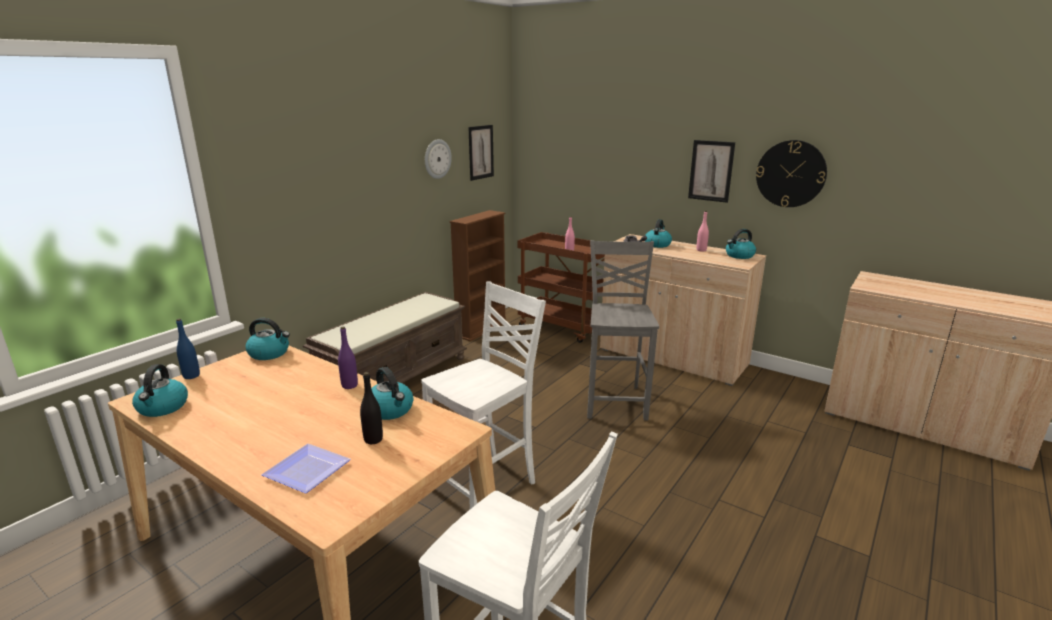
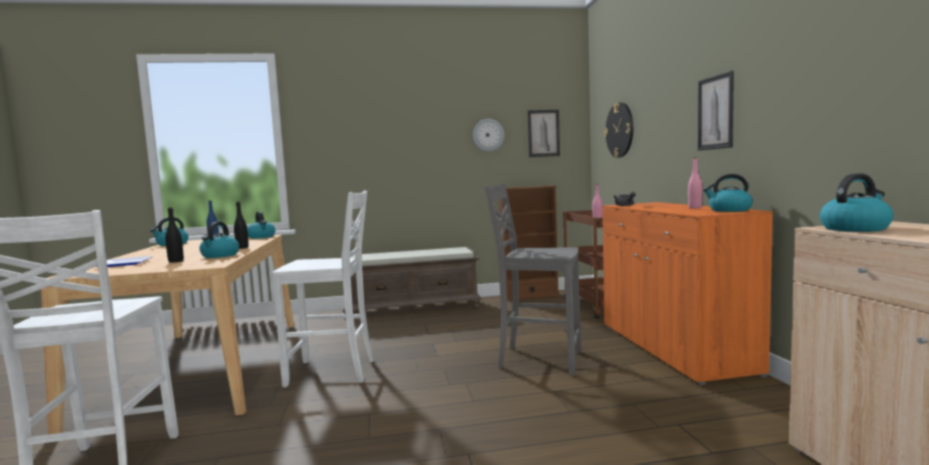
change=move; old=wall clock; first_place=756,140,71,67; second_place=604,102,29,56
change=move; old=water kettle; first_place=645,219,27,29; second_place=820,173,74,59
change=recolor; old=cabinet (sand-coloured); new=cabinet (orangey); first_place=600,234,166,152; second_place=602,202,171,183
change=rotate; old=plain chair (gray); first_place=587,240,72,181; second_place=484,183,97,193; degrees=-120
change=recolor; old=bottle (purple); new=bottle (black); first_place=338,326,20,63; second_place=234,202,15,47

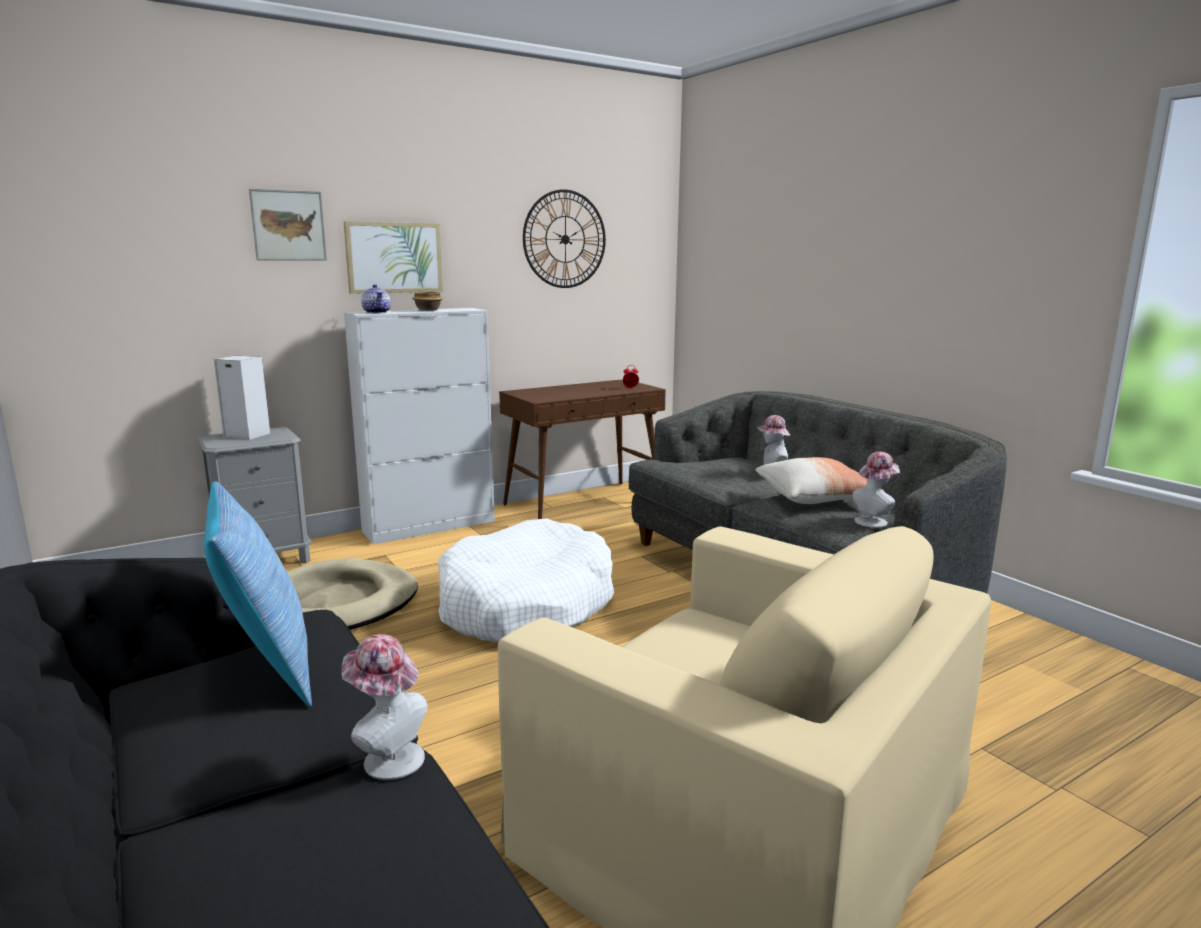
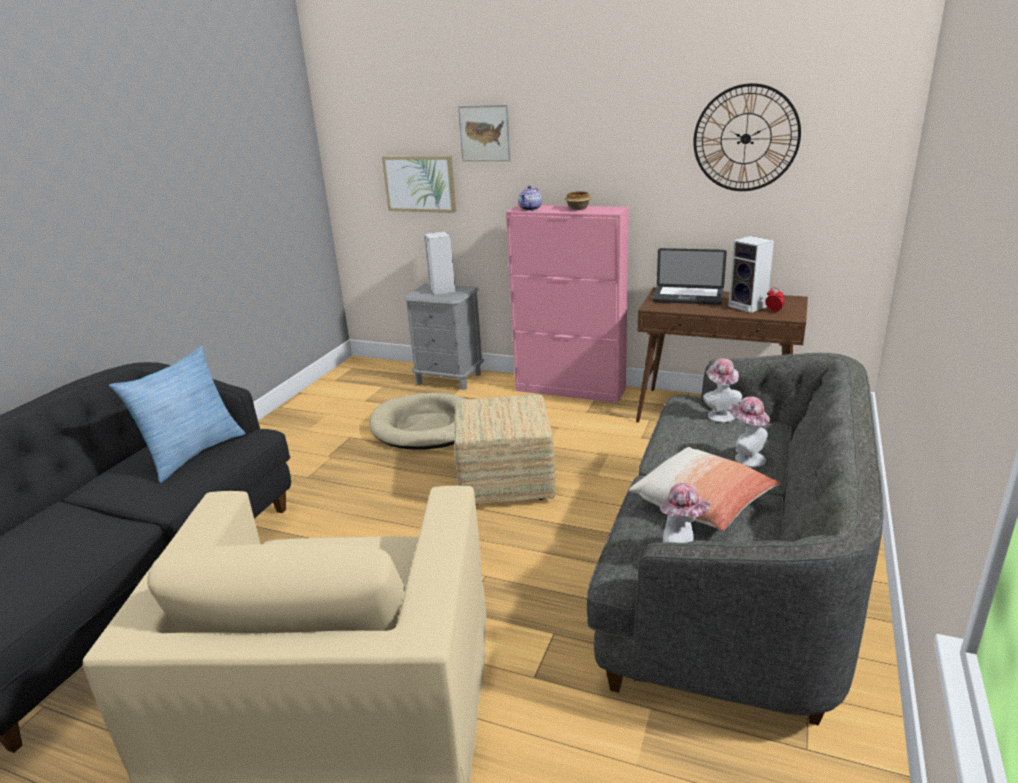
change=move; old=wall picture; first_place=344,221,99,73; second_place=382,156,74,57
change=recolor; old=cabinet (white-coloured); new=cabinet (pink); first_place=344,308,151,237; second_place=506,205,123,198
change=replace; old=dog cushion (white-coloured); new=footrest; first_place=438,518,176,124; second_place=454,394,101,111
change=move; old=wearable hat; first_place=341,634,86,146; second_place=703,358,39,64
change=insert; new=audio speaker; second_place=728,236,46,77
change=insert; new=laptop; second_place=652,248,75,57

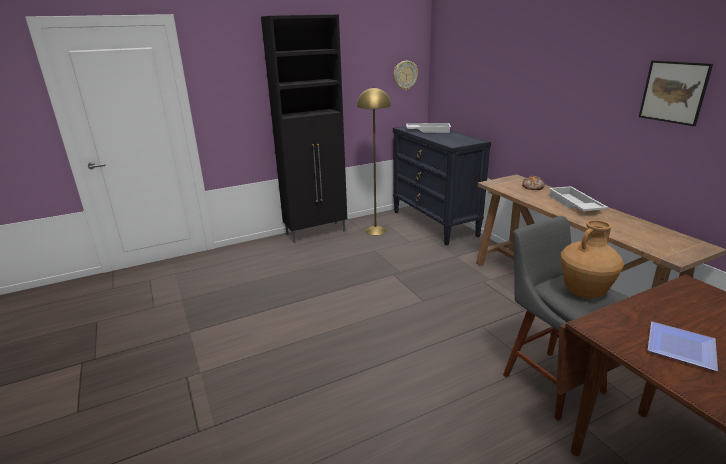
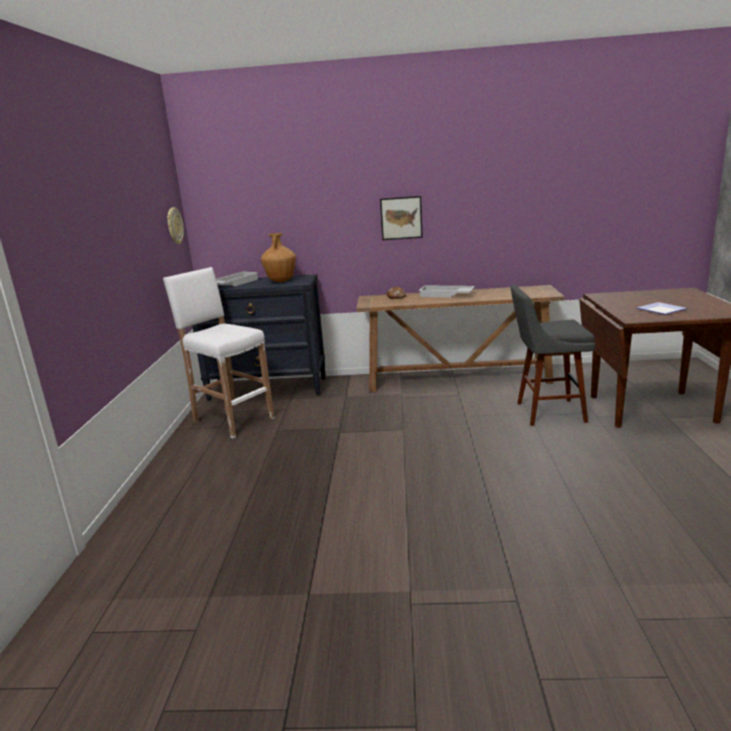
change=delete; old=cabinet (black); first_place=261,15,86,228
change=move; old=wall picture; first_place=639,60,74,66; second_place=380,196,43,44
change=replace; old=floor lamp (yellow); new=sitting stool (white-coloured); first_place=357,87,34,148; second_place=163,267,112,171
change=move; old=decorative vase (brown); first_place=560,220,64,79; second_place=261,233,35,49

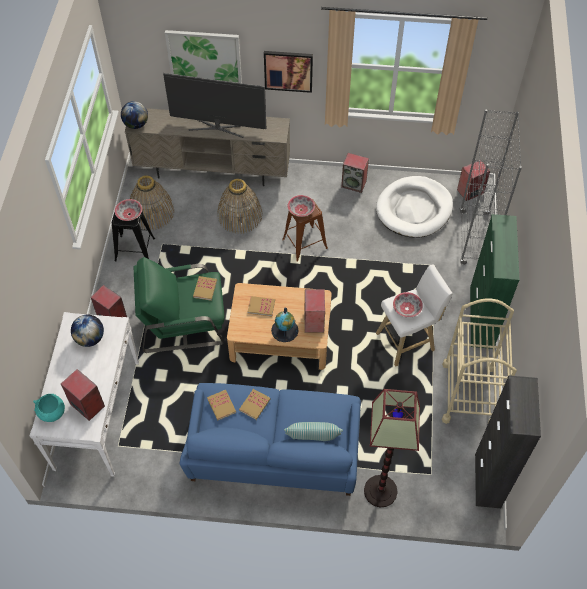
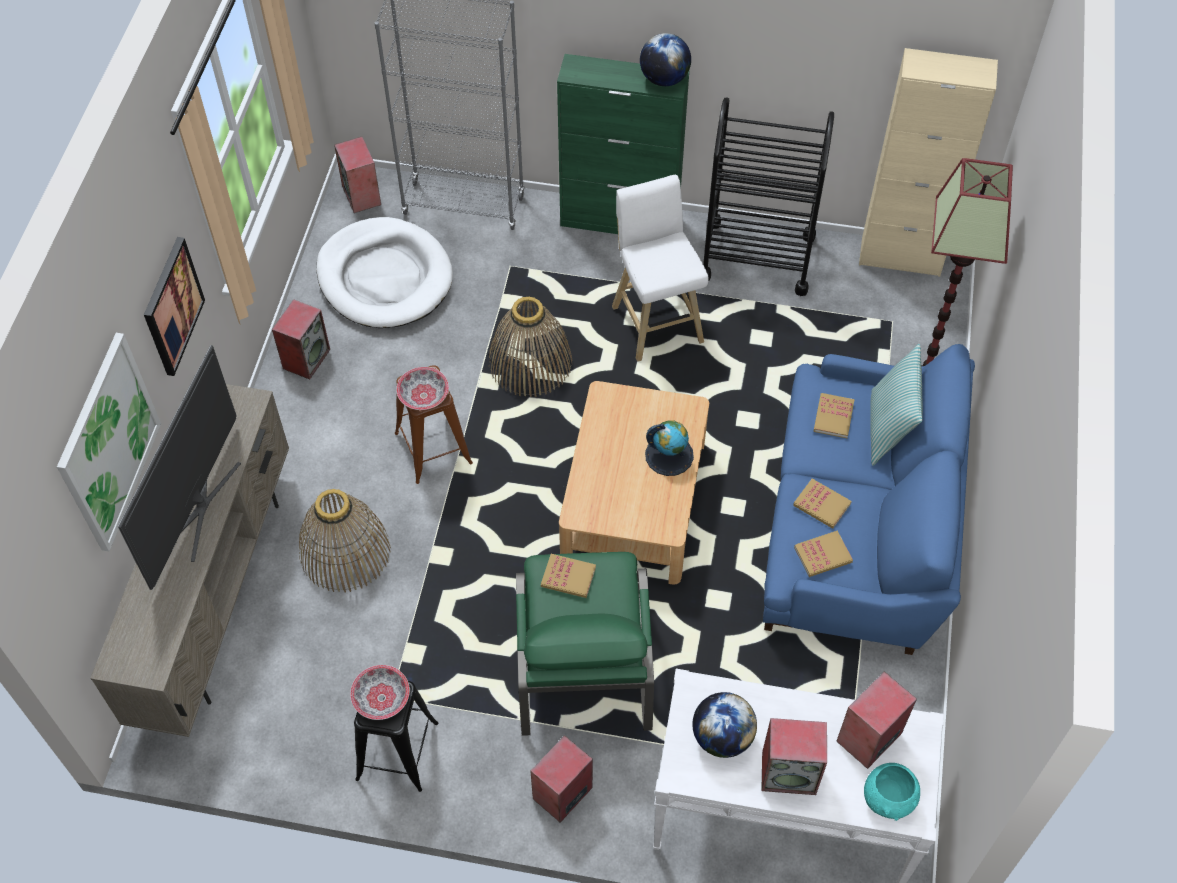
change=move; old=world globe; first_place=121,101,27,28; second_place=640,33,51,53
change=move; old=basket; first_place=130,175,45,55; second_place=489,296,83,101
change=move; old=audio speaker; first_place=304,289,21,44; second_place=761,718,66,77
change=delete; old=deep dish; first_place=393,292,30,26
change=move; old=book; first_place=248,296,27,20; second_place=814,393,41,45
change=recolor; old=wheeled cart (sand-coloured); new=wheeled cart (black); first_place=442,299,75,125; second_place=703,97,131,199
change=recolor; old=cabinet (black); new=cabinet (sand-coloured); first_place=475,375,66,133; second_place=859,48,139,229

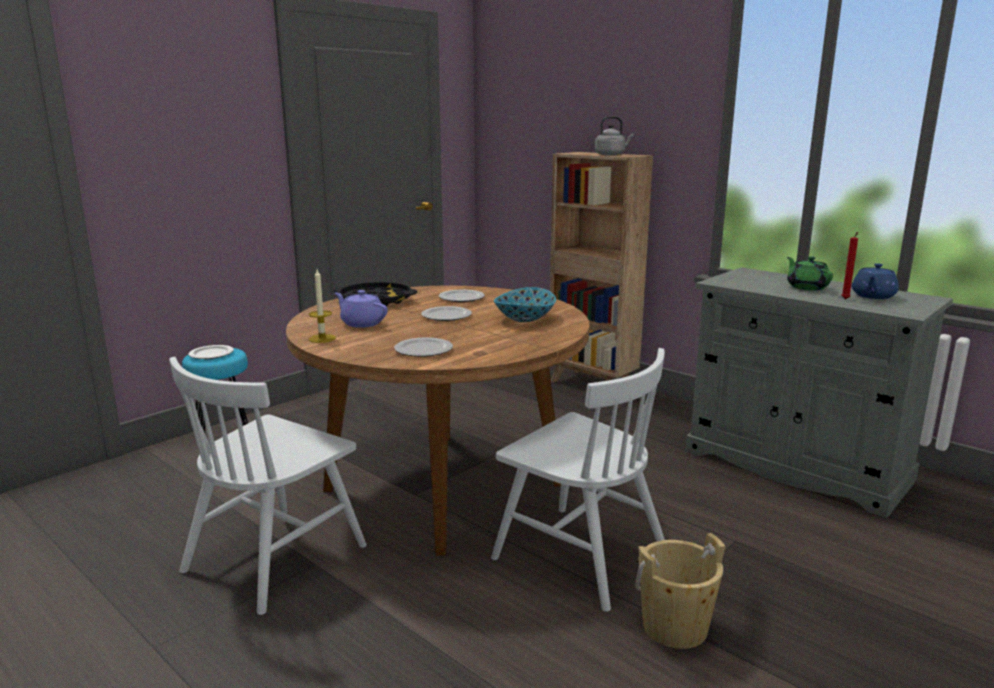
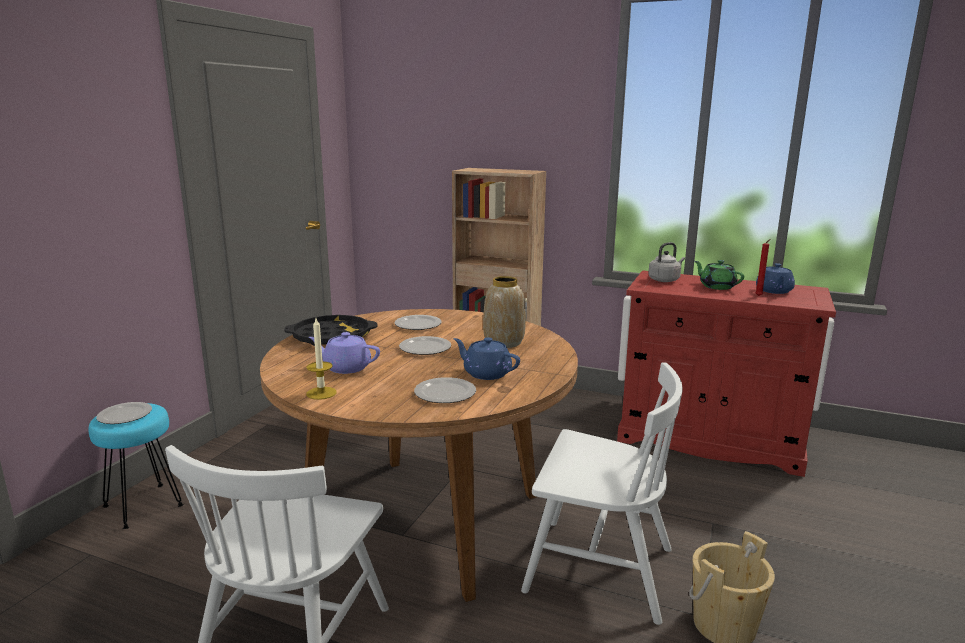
change=move; old=water kettle (gray); first_place=595,116,39,39; second_place=648,242,37,40
change=recolor; old=cabinet (gray); new=cabinet (red-coloured); first_place=685,267,268,251; second_place=617,270,219,207
change=replace; old=deep dish; new=decorative vase; first_place=494,287,62,35; second_place=483,276,43,72
change=insert; new=pot for tea (bluish); second_place=454,337,66,43

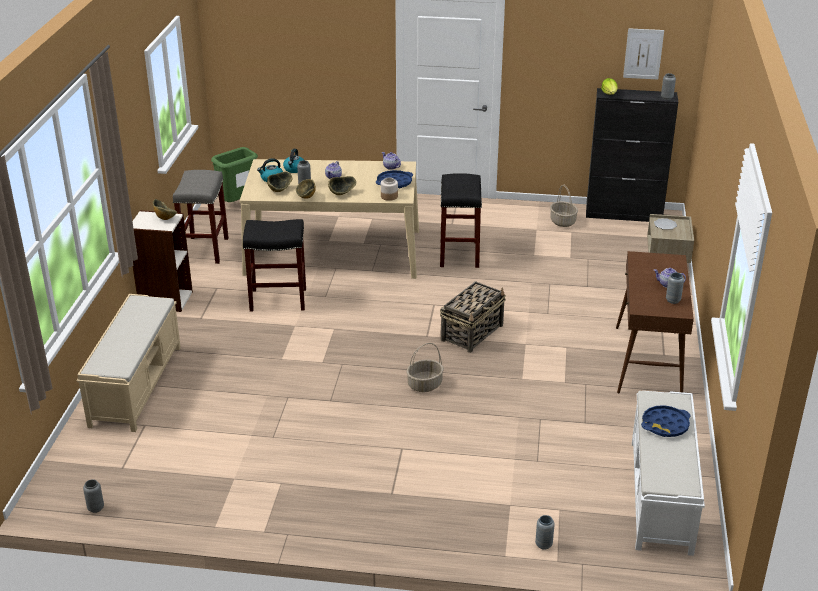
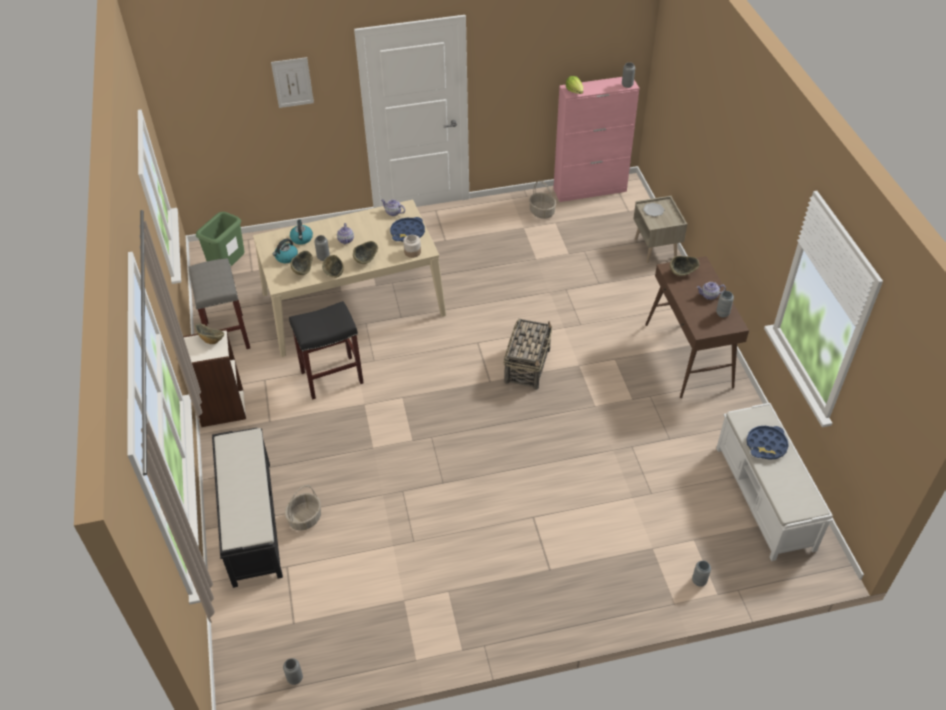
change=move; old=wall picture; first_place=623,28,41,52; second_place=271,57,43,51
change=recolor; old=cabinet (black); new=cabinet (pink); first_place=586,88,92,134; second_place=553,77,87,125
change=delete; old=sitting stool (black); first_place=440,173,42,95
change=recolor; old=bench (sand-coloured); new=bench (black); first_place=77,294,104,138; second_place=212,428,71,160
change=move; old=basket; first_place=406,343,38,49; second_place=285,485,36,46
change=insert; new=deep dish; second_place=670,256,29,20

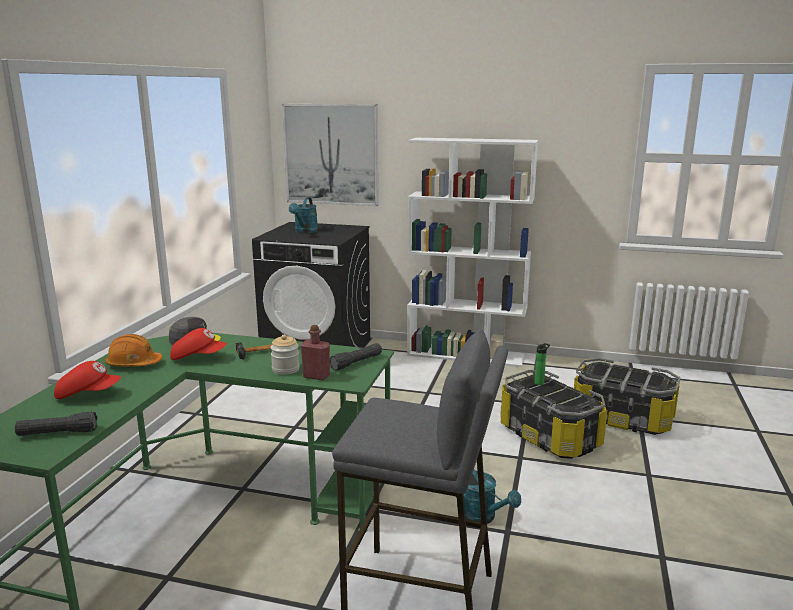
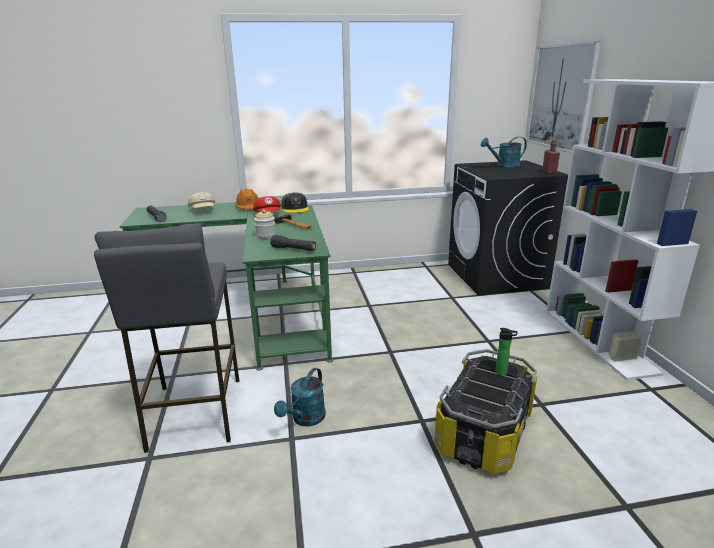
change=move; old=bottle (red-coloured); first_place=301,325,29,56; second_place=542,140,18,34
change=delete; old=storage container; first_place=574,358,107,77
change=recolor; old=peaked cap (red-coloured); new=peaked cap (sand-coloured); first_place=54,361,67,38; second_place=188,192,27,16

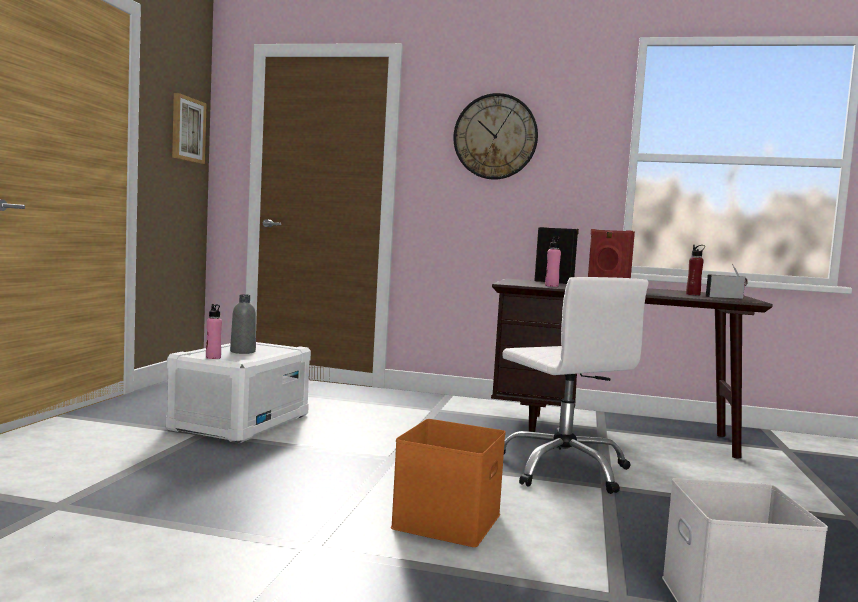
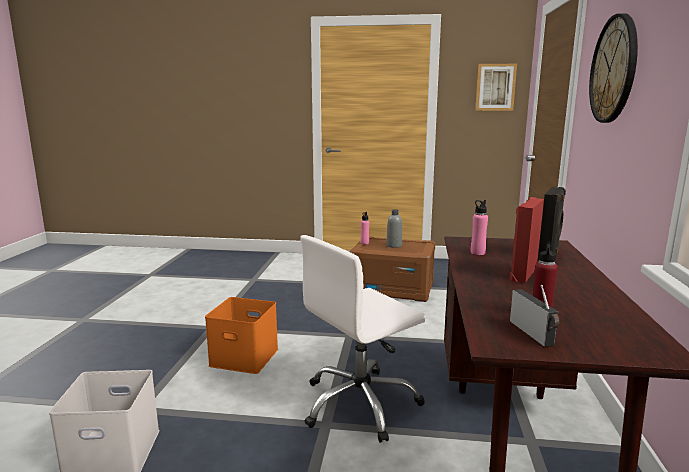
change=recolor; old=storage container (white-coloured); new=storage container (brown); first_place=166,342,145,101; second_place=349,236,86,66

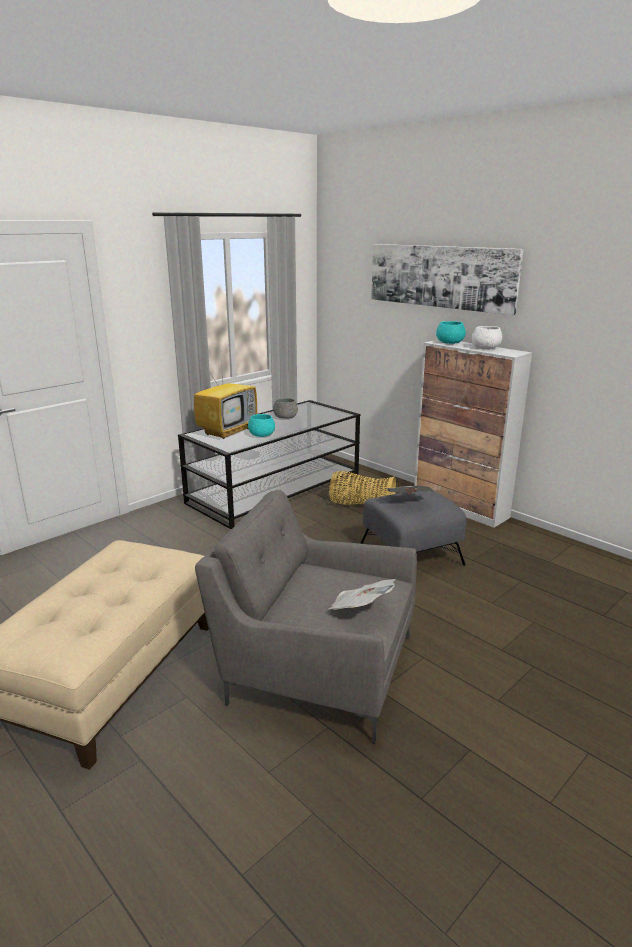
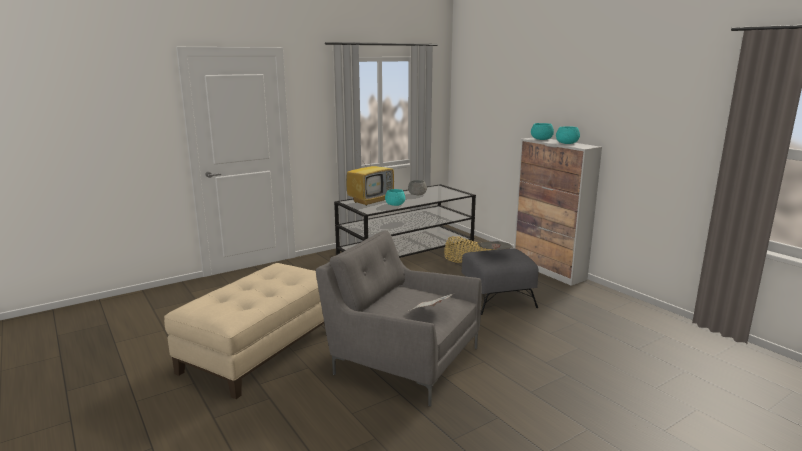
change=delete; old=wall picture; first_place=371,244,153,71
change=recolor; old=deep dish (white-coloured); new=deep dish (blue-green); first_place=472,326,30,23; second_place=556,126,24,18

